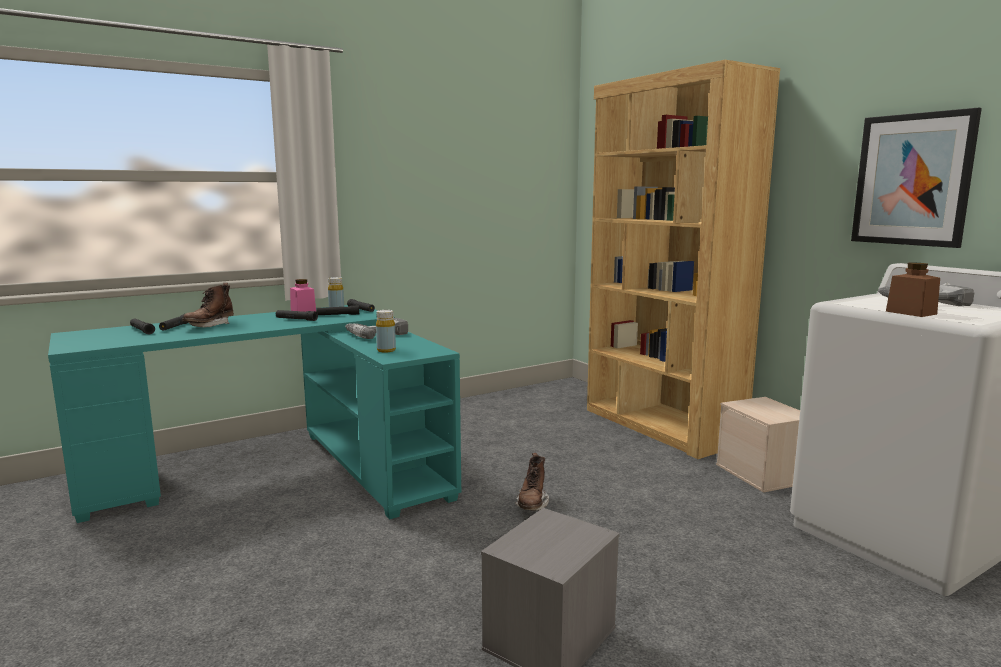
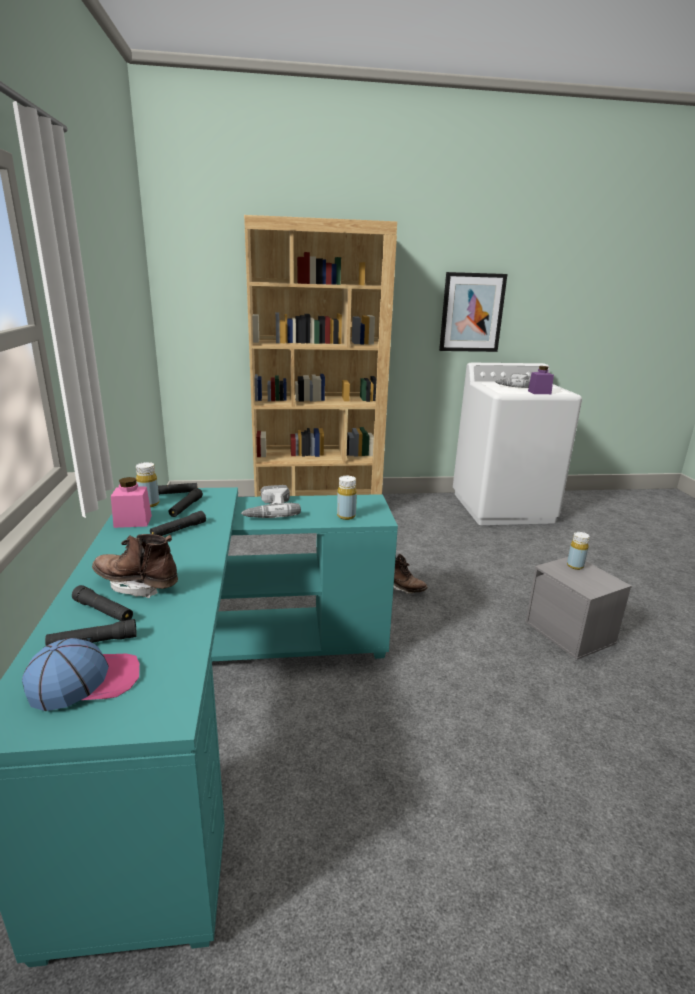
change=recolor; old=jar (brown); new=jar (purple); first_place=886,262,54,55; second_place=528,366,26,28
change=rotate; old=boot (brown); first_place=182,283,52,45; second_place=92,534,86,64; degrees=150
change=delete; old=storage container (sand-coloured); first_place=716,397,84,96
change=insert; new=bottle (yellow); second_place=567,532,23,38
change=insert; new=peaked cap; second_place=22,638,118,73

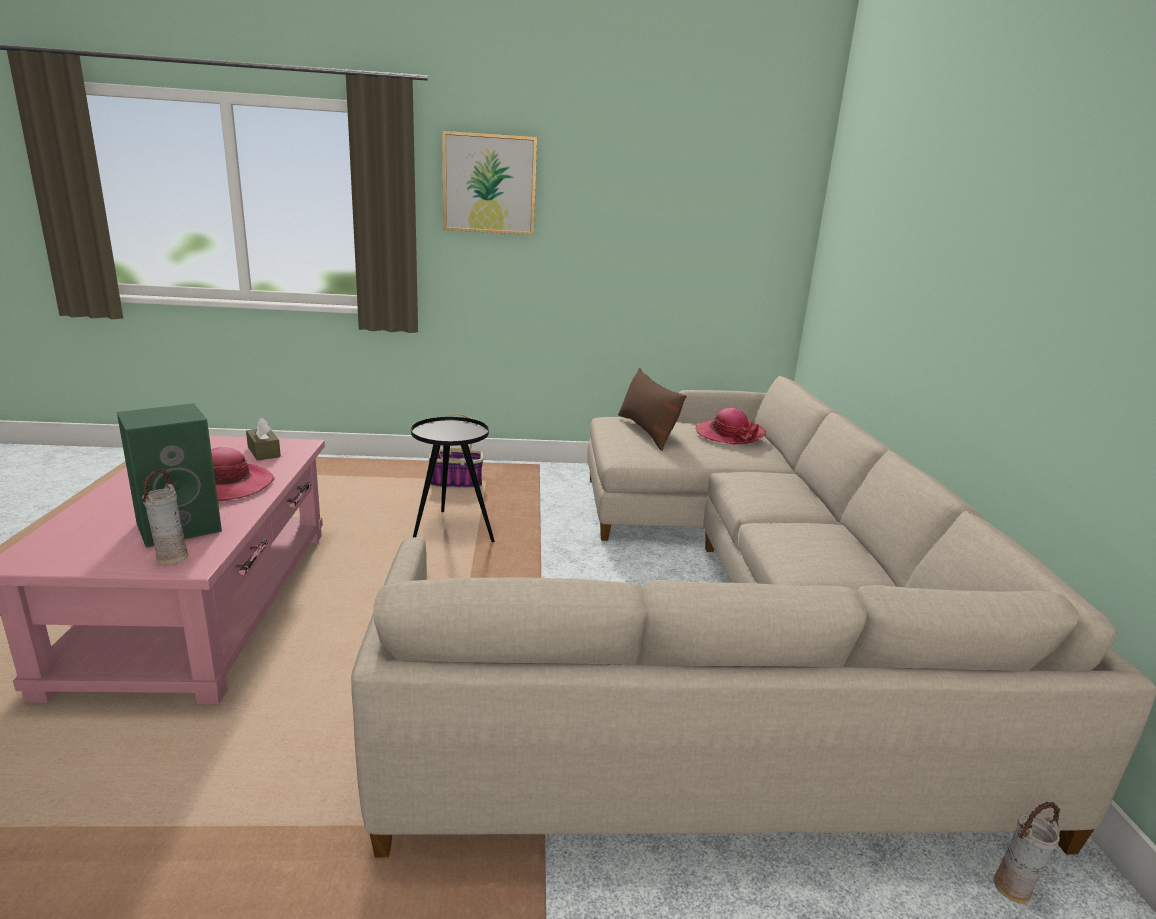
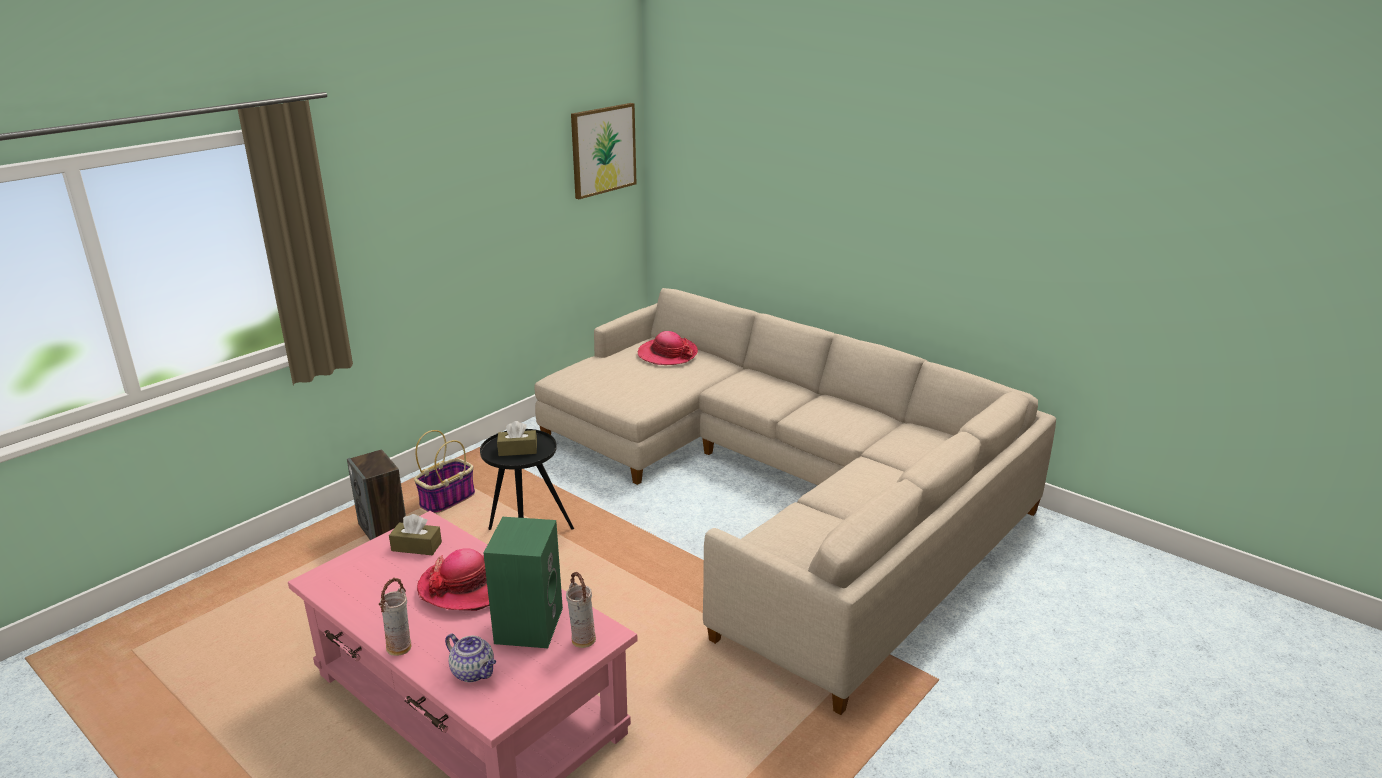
change=move; old=wall picture; first_place=442,131,95,104; second_place=571,103,66,96
change=delete; old=cushion (brown); first_place=618,368,69,83
change=move; old=decorative vase; first_place=993,801,67,103; second_place=379,578,32,78
change=insert; new=tissue box (brown); second_place=497,421,40,35
change=insert; new=audio speaker; second_place=347,449,59,91
change=insert; new=pot for tea; second_place=445,633,51,49

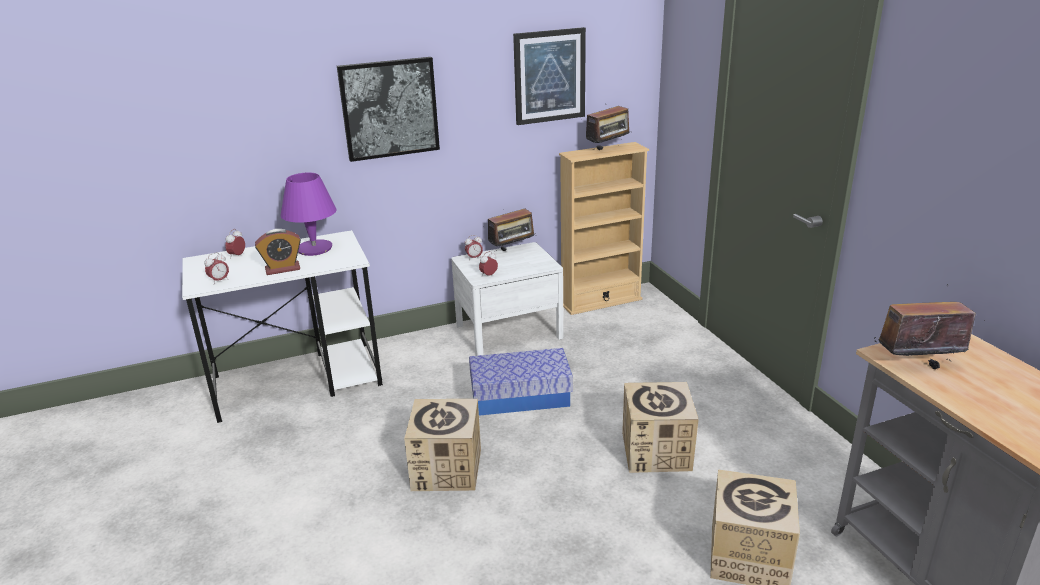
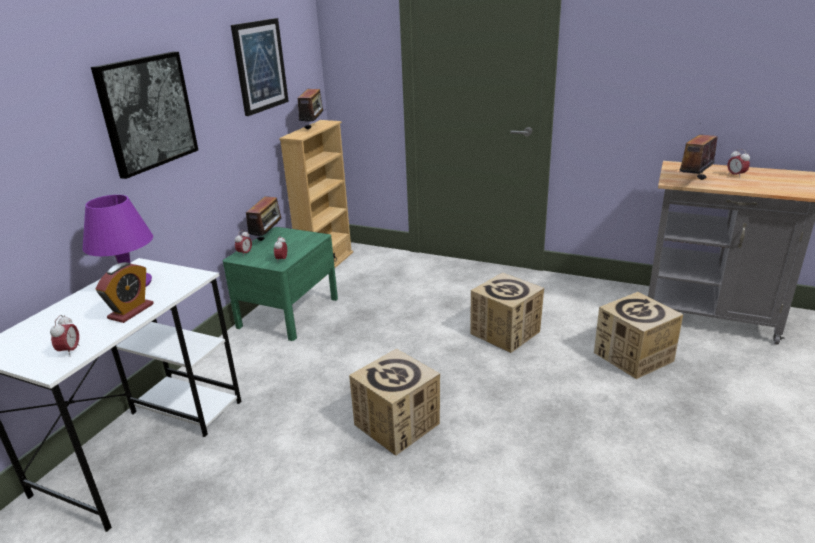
change=move; old=bedside clock; first_place=225,229,20,30; second_place=727,149,23,27
change=recolor; old=night table (white-coloured); new=night table (green-coloured); first_place=451,242,112,114; second_place=223,227,115,114
change=delete; old=storage container; first_place=469,348,104,68

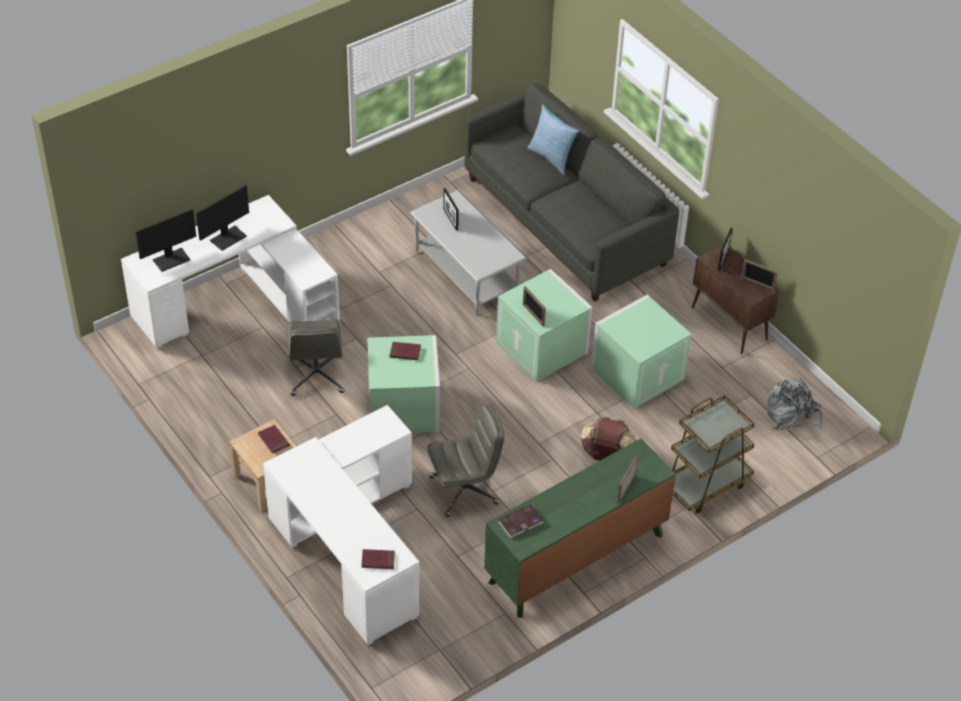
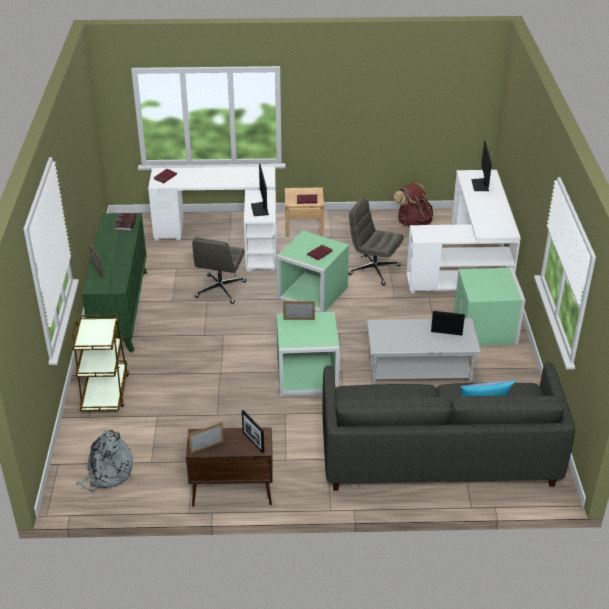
change=move; old=computer screen; first_place=196,185,53,66; second_place=251,164,18,52
change=move; old=storage container (green-coloured); first_place=591,295,101,114; second_place=454,267,71,79
change=move; old=knapsack (brown); first_place=581,417,55,44; second_place=394,183,39,44

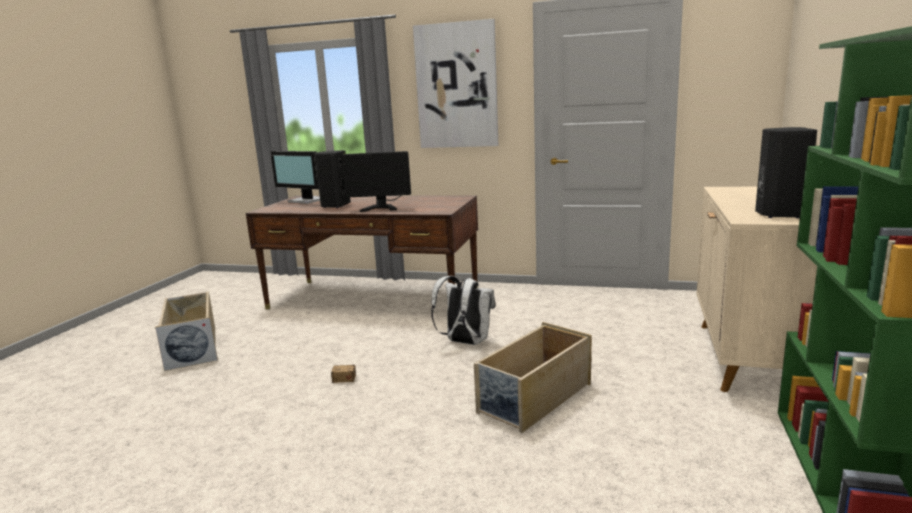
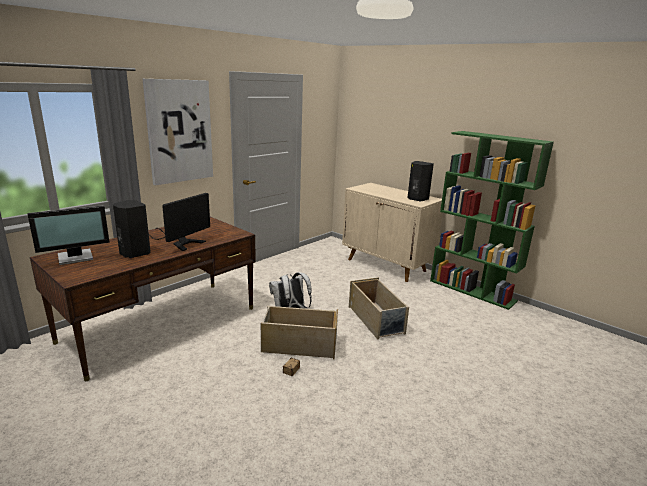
change=move; old=storage container (sand-coloured); first_place=155,291,63,80; second_place=261,306,77,53

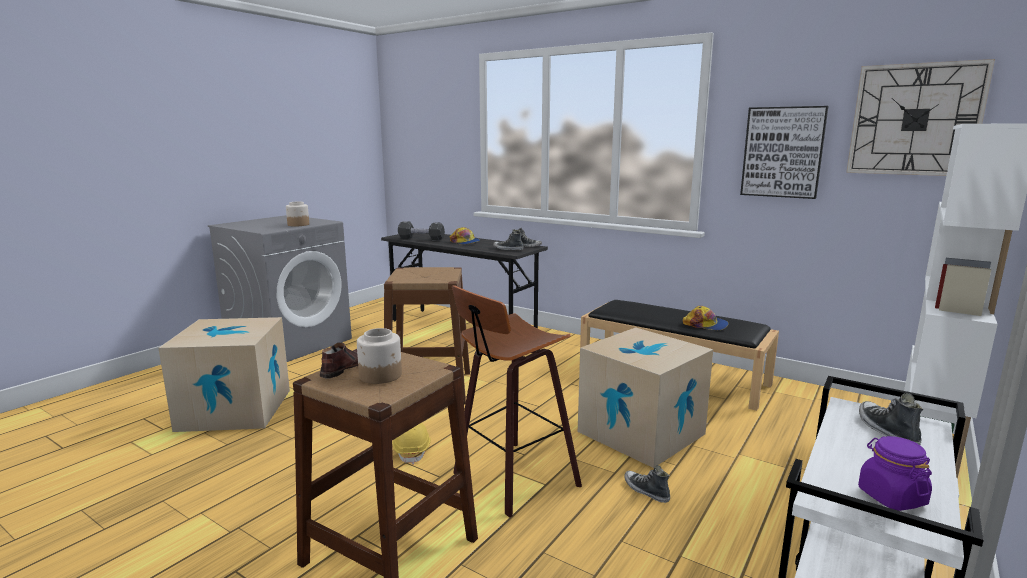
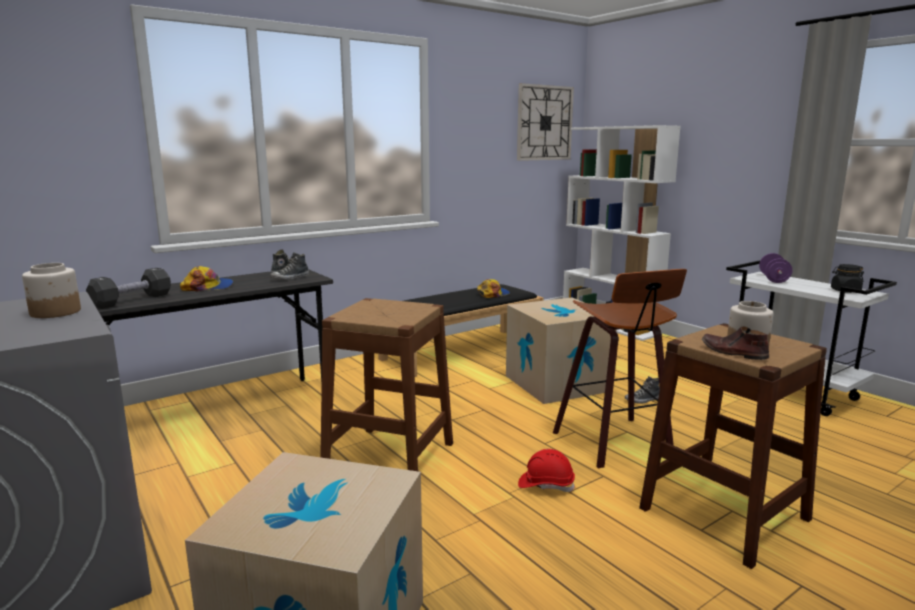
change=delete; old=wall picture; first_place=740,106,88,93
change=replace; old=shoe; new=hand weight (purple); first_place=859,393,64,52; second_place=759,253,33,30
change=recolor; old=work helmet (yellow); new=work helmet (red-coloured); first_place=392,423,39,41; second_place=518,449,57,43
change=recolor; old=jar (purple); new=jar (black); first_place=858,436,74,75; second_place=831,264,33,29

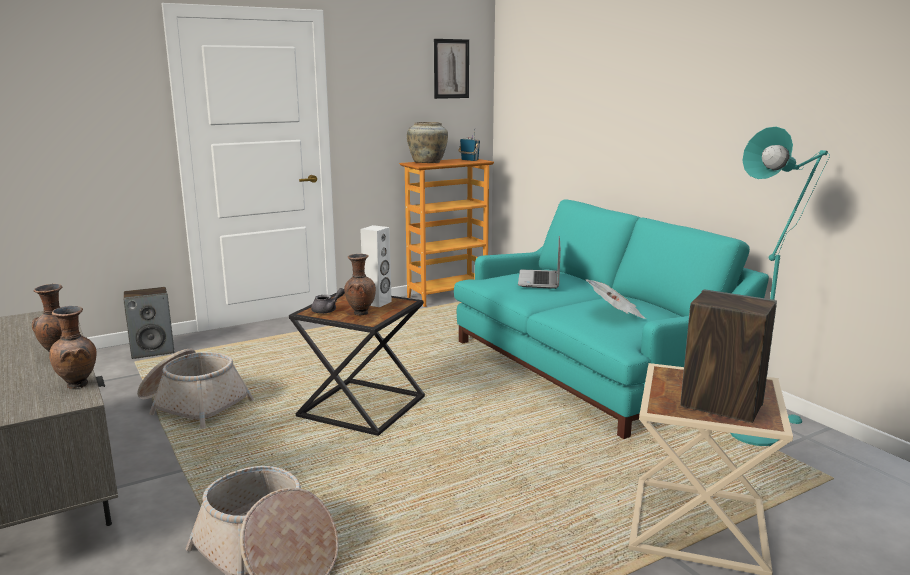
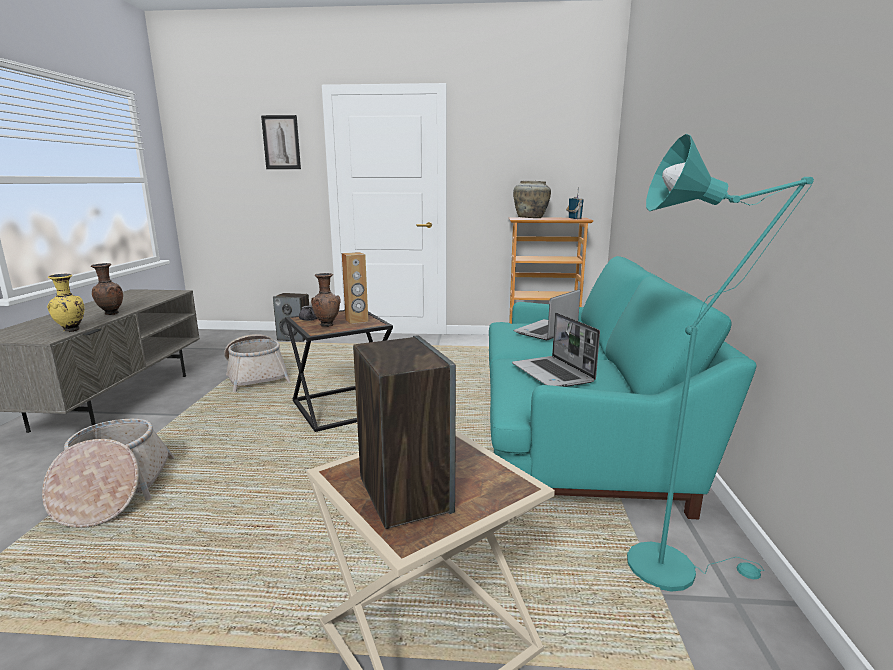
change=move; old=wall picture; first_place=434,39,35,60; second_place=261,115,40,54
change=recolor; old=audio speaker (white-coloured); new=audio speaker (brown); first_place=360,225,32,82; second_place=342,252,26,72
change=replace; old=printed paper; new=laptop; first_place=585,279,61,40; second_place=512,312,88,75
change=recolor; old=decorative vase (brown); new=decorative vase (yellow); first_place=49,306,48,83; second_place=47,274,37,58

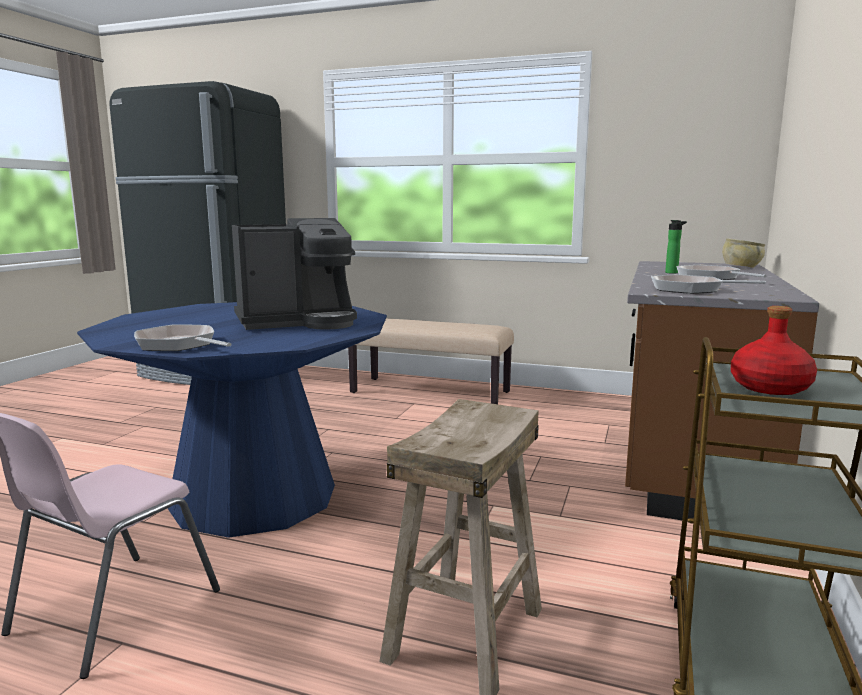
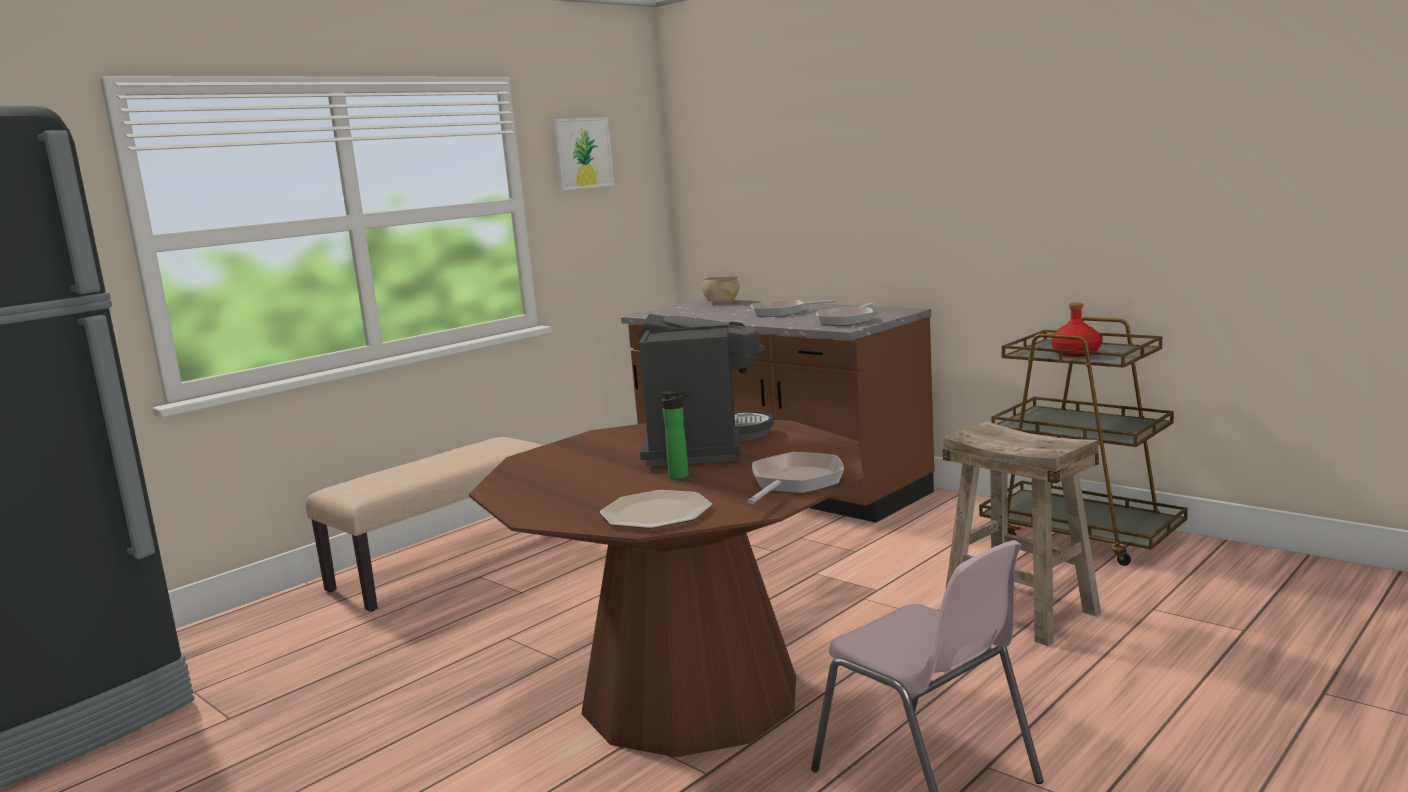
change=move; old=bottle; first_place=665,220,22,54; second_place=660,391,30,88
change=recolor; old=dinner table (bluish); new=dinner table (brown); first_place=77,302,310,236; second_place=469,420,395,337
change=rotate; old=pan; first_place=134,324,98,27; second_place=748,452,96,52; degrees=150
change=insert; new=wall picture; second_place=553,117,61,73
change=insert; new=flat dish; second_place=600,490,112,39

